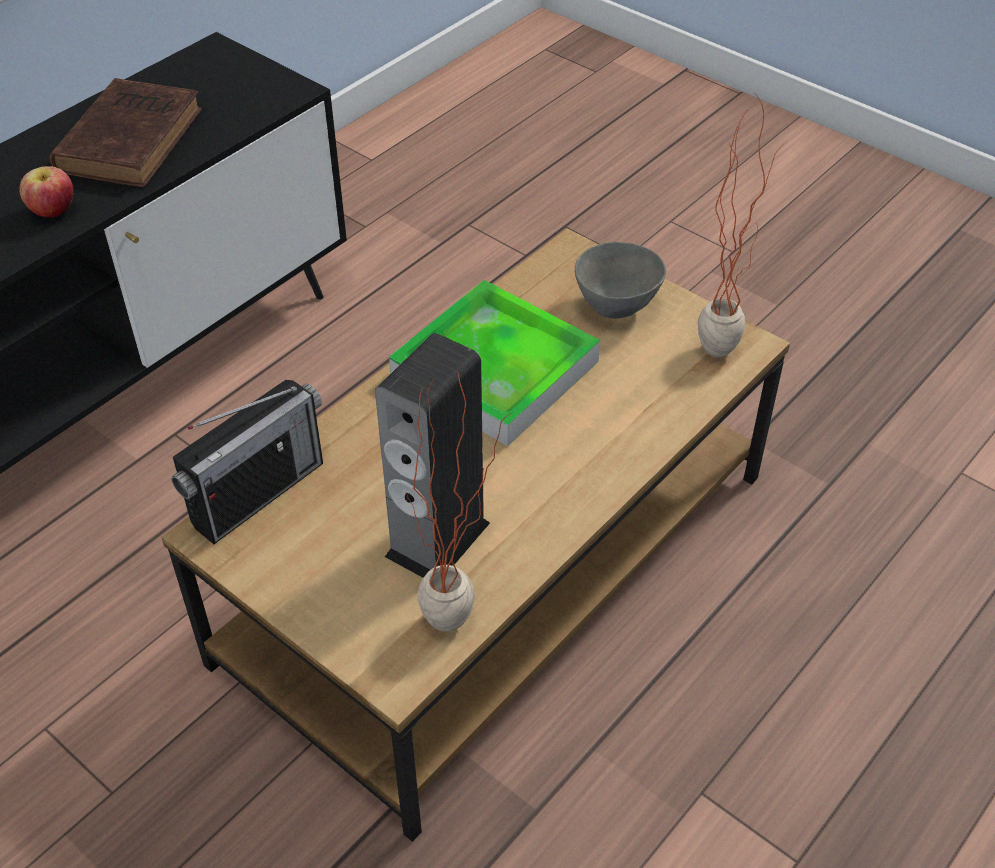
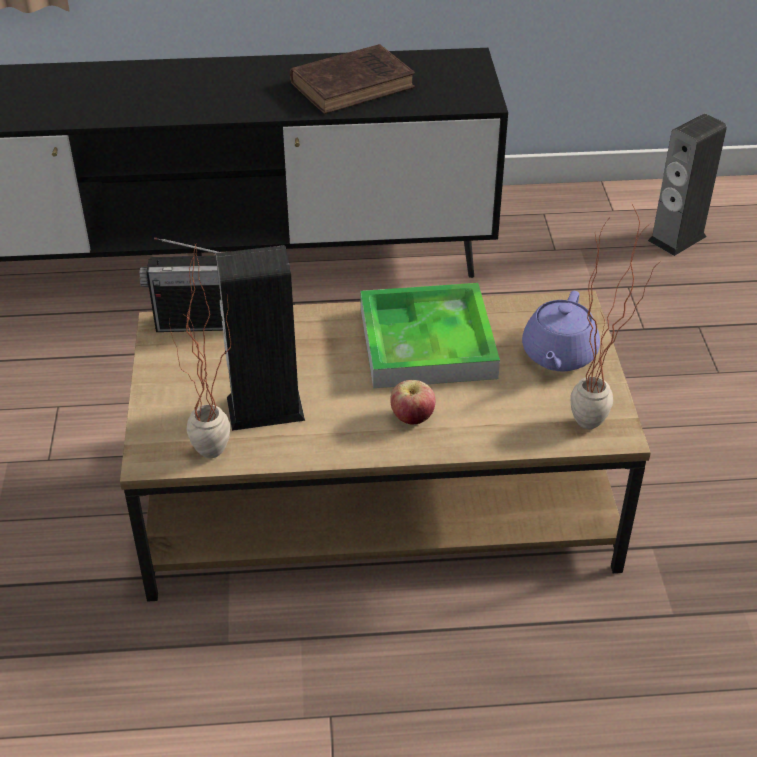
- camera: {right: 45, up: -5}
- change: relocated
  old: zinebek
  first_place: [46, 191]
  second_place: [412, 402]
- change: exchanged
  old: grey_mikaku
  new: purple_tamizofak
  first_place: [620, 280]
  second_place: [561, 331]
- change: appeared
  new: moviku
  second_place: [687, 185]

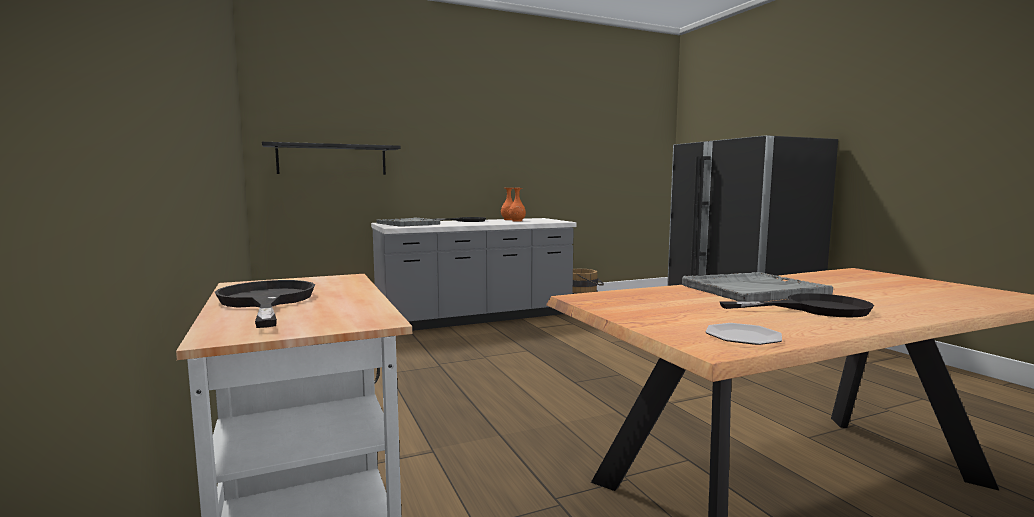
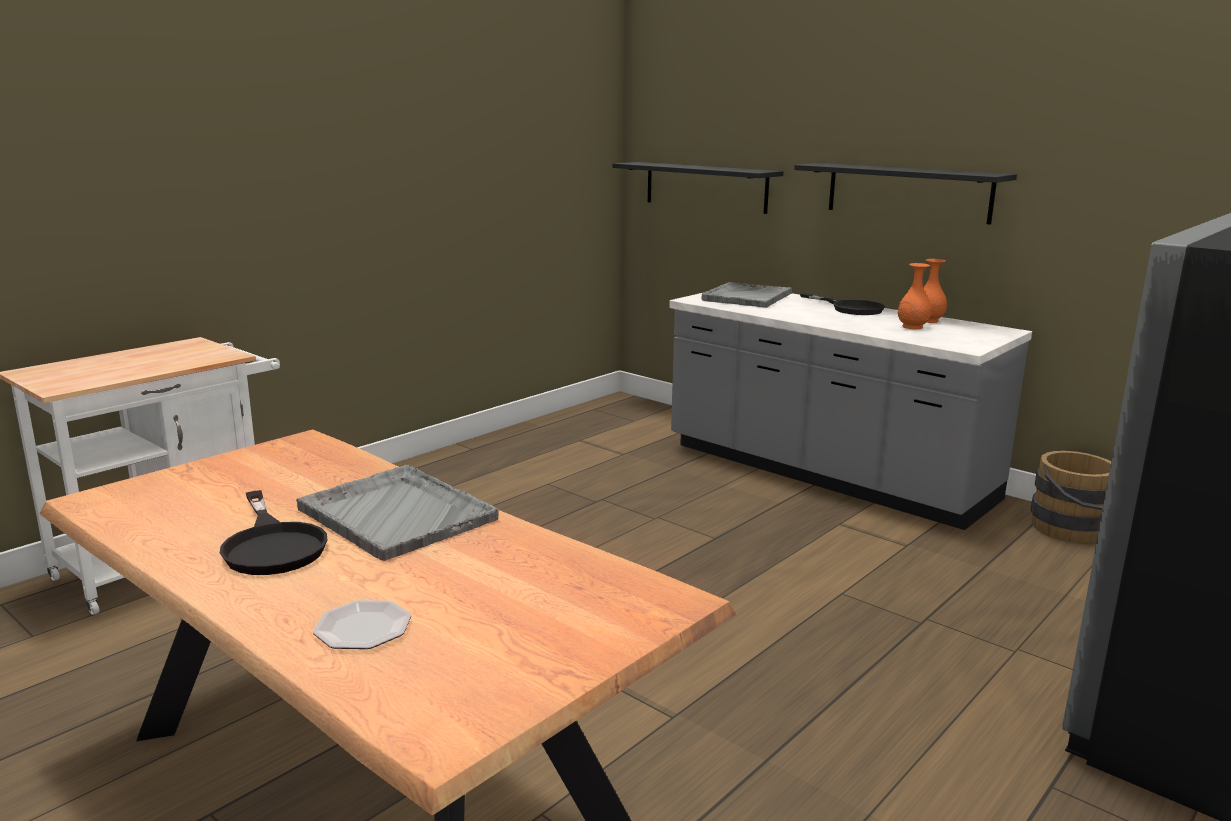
- camera: {right: 65, up: 10}
- change: relocated
  old: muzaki
  first_place: [744, 334]
  second_place: [362, 624]
- change: appeared
  new: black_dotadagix
  second_place: [905, 194]
- change: missing
  old: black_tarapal
  first_place: [265, 304]

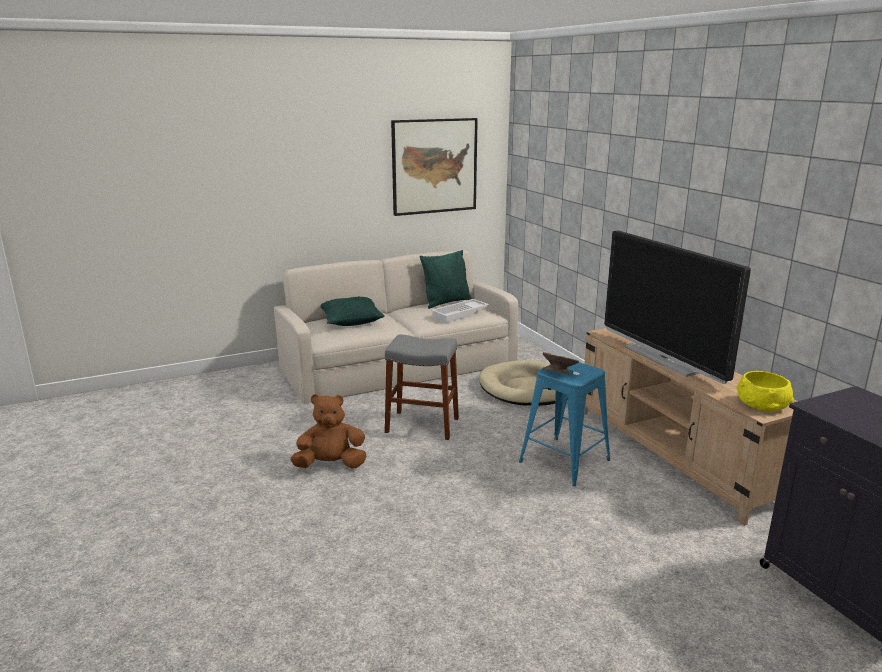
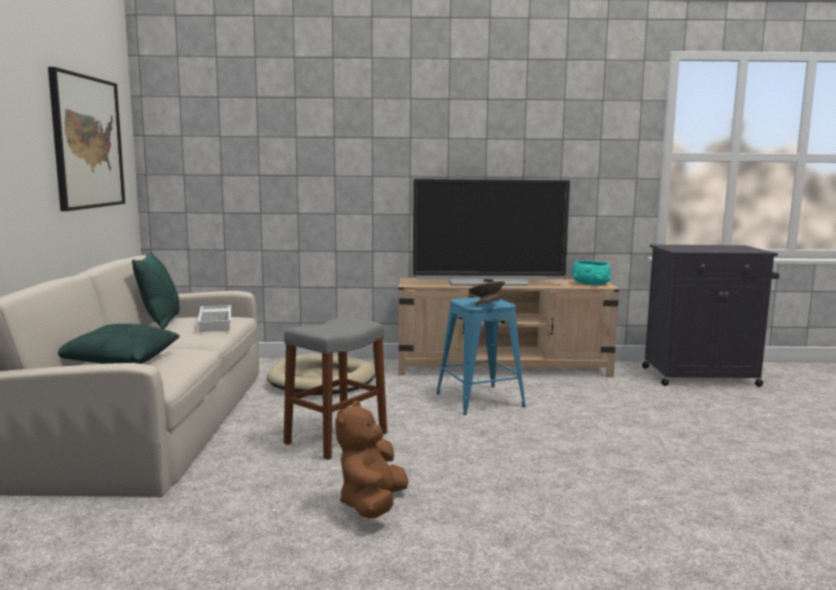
- camera: {right: -65, up: -10}
- change: colour
  old: yellow_mikaku
  new: turquoise_mikaku
  first_place: [765, 391]
  second_place: [591, 273]

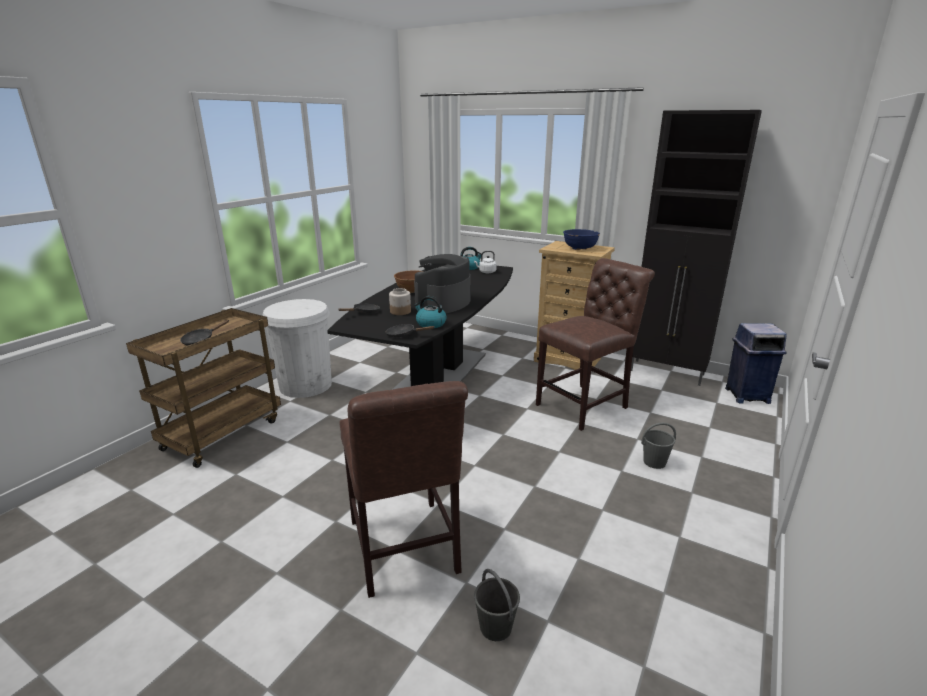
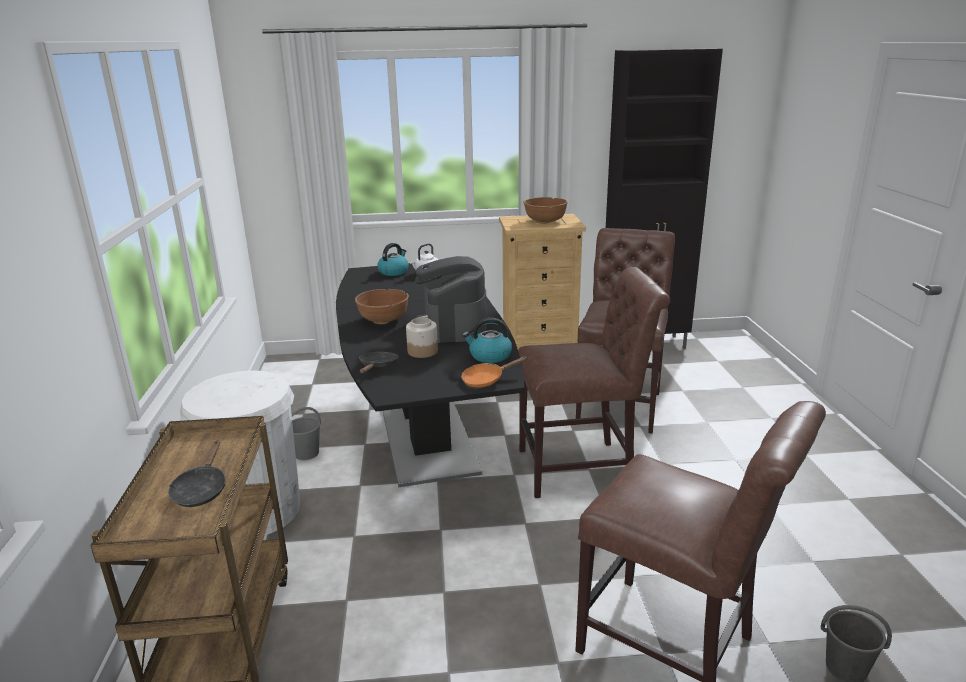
- camera: {right: -35, up: 0}
- change: relocated
  old: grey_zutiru
  first_place: [658, 445]
  second_place: [306, 433]
- change: colour
  old: black_tarapal
  new: orange_tarapal
  first_place: [410, 331]
  second_place: [494, 372]
- change: appeared
  new: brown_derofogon
  second_place: [594, 382]
- change: colour
  old: blue_mikaku
  new: brown_mikaku
  first_place: [581, 239]
  second_place: [546, 210]
- change: missing
  old: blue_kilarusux
  first_place: [756, 363]

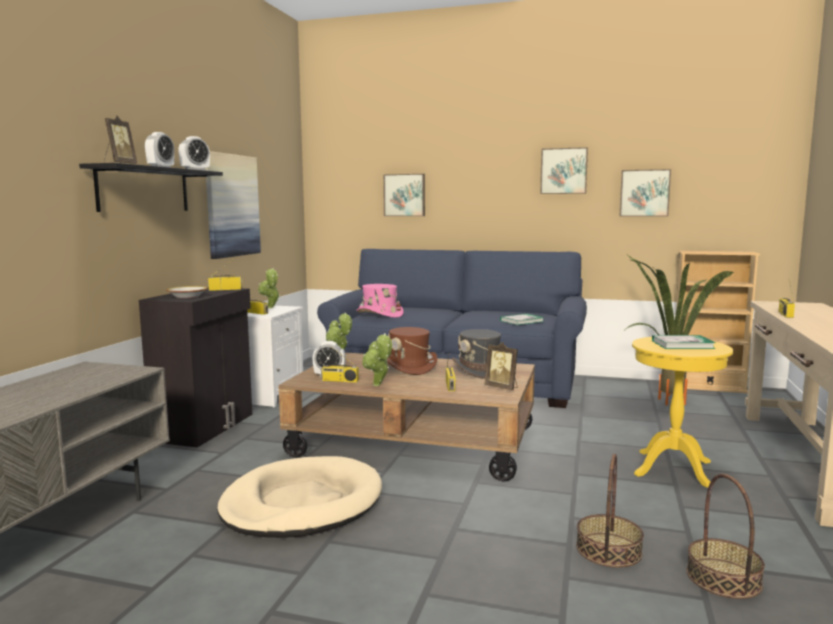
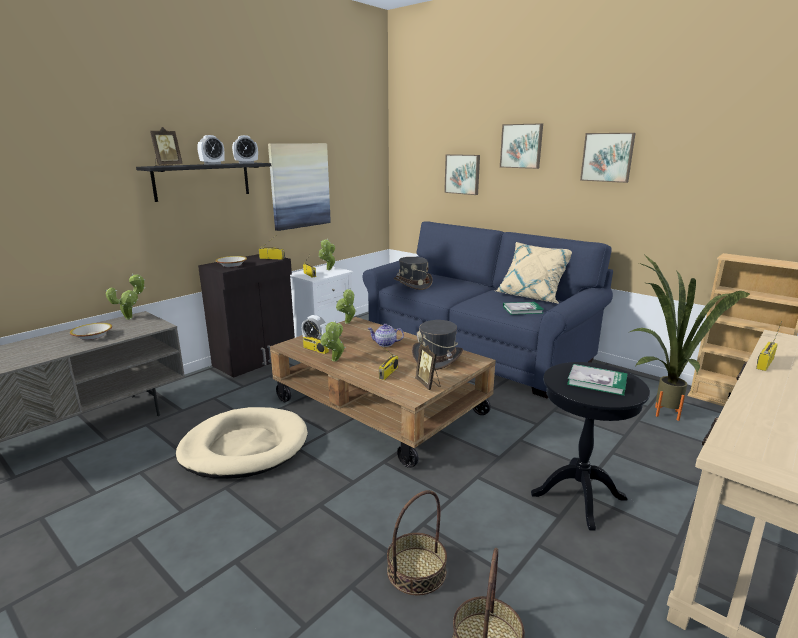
- camera: {right: 25, up: 10}
- change: appeared
  new: mikaku
  second_place: [91, 331]
- change: appeared
  new: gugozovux
  second_place: [125, 297]
- change: exchanged
  old: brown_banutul
  new: tamizofak
  first_place: [412, 351]
  second_place: [385, 335]
- change: colour
  old: pink_banutul
  new: grey_banutul
  first_place: [380, 301]
  second_place: [413, 273]
- change: appeared
  new: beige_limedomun
  second_place: [534, 273]
- change: relocated
  old: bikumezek
  first_place: [645, 193]
  second_place: [521, 146]
- change: colour
  old: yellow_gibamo
  new: black_gibamo
  first_place: [682, 412]
  second_place: [590, 446]

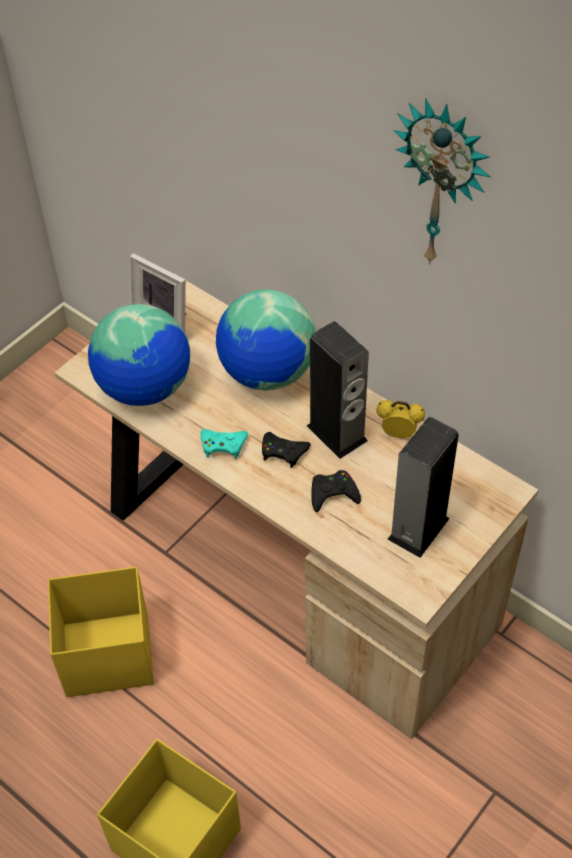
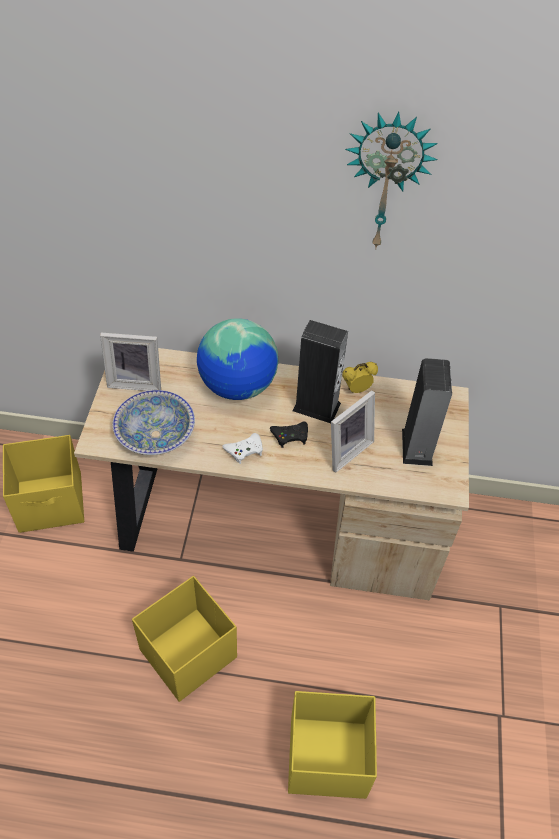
- camera: {right: -35, up: 0}
- change: appeared
  new: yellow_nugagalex
  second_place: [43, 484]
- change: exchanged
  old: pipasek
  new: mikaku
  first_place: [139, 355]
  second_place: [154, 422]
- change: colour
  old: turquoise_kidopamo
  new: white_kidopamo
  first_place: [224, 444]
  second_place: [242, 448]
- change: exchanged
  old: black_kidopamo
  new: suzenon
  first_place: [336, 491]
  second_place: [353, 431]

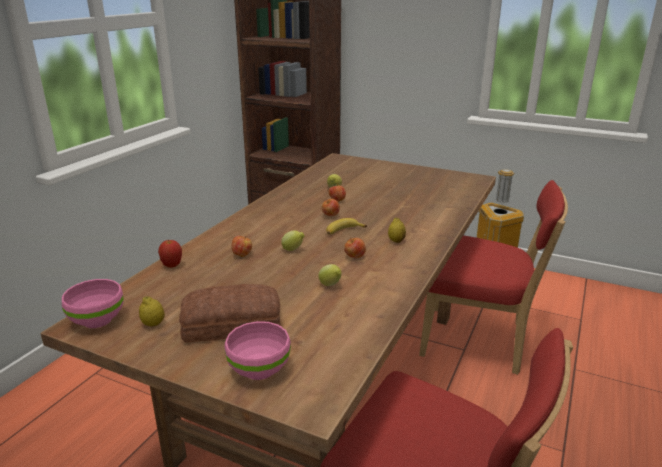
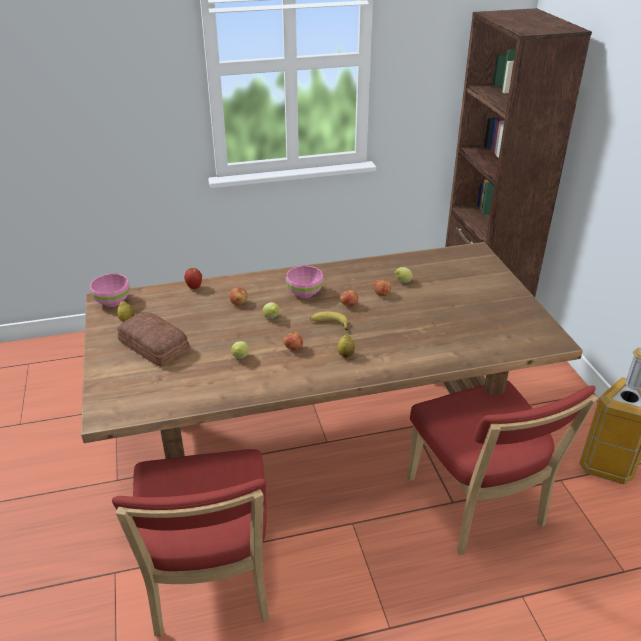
- camera: {right: 50, up: 10}
- change: relocated
  old: pink_mikaku
  first_place: [257, 350]
  second_place: [305, 281]

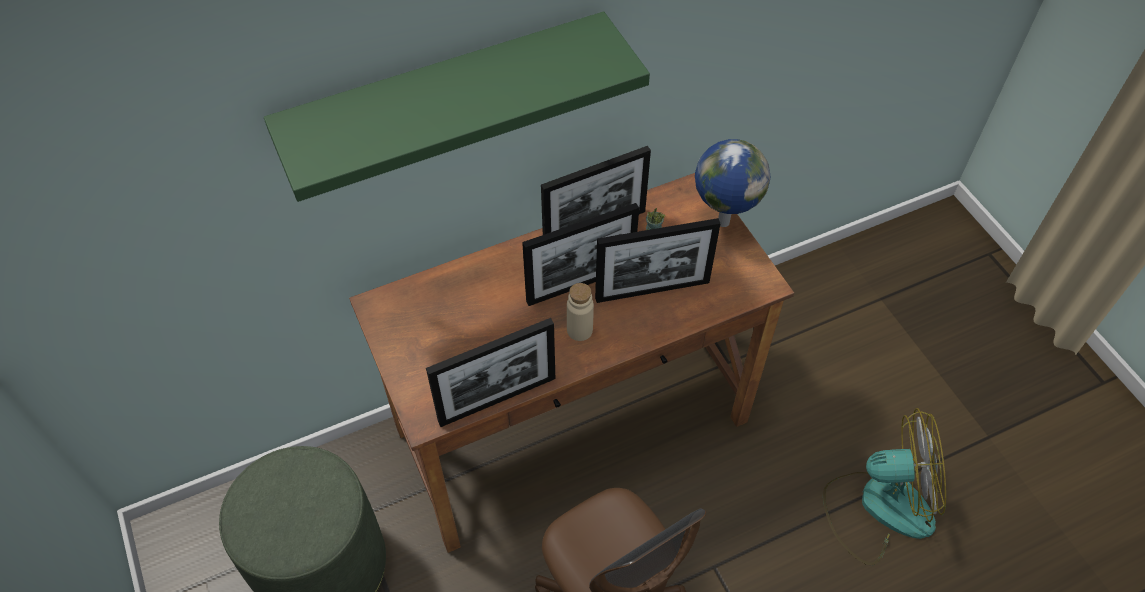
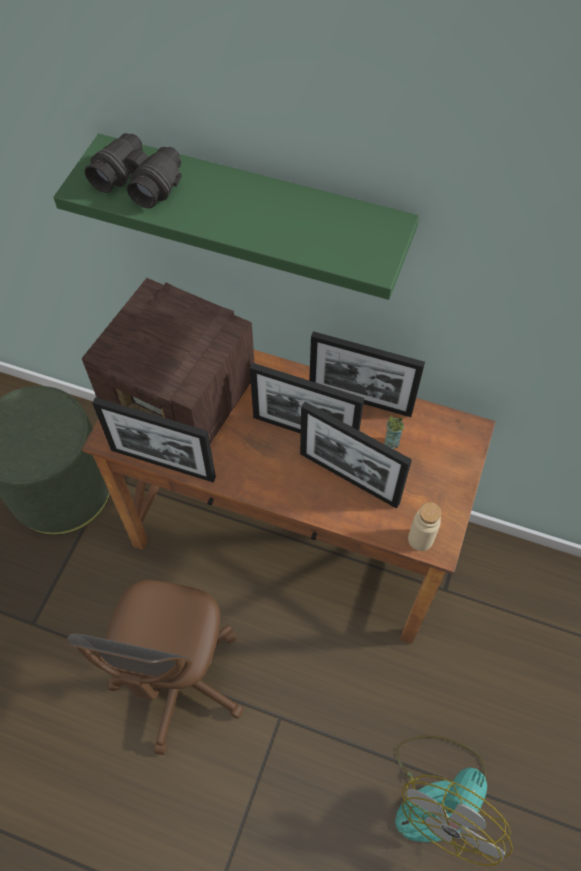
- camera: {right: 45, up: 5}
- change: appeared
  new: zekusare
  second_place: [168, 360]
- change: appeared
  new: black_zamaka
  second_place: [133, 170]
- change: spun
  old: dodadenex
  first_place: [884, 486]
  second_place: [454, 800]
  degrees: 75
- change: relocated
  old: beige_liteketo
  first_place: [580, 312]
  second_place: [425, 526]
- change: missing
  old: pipasek
  first_place: [732, 183]

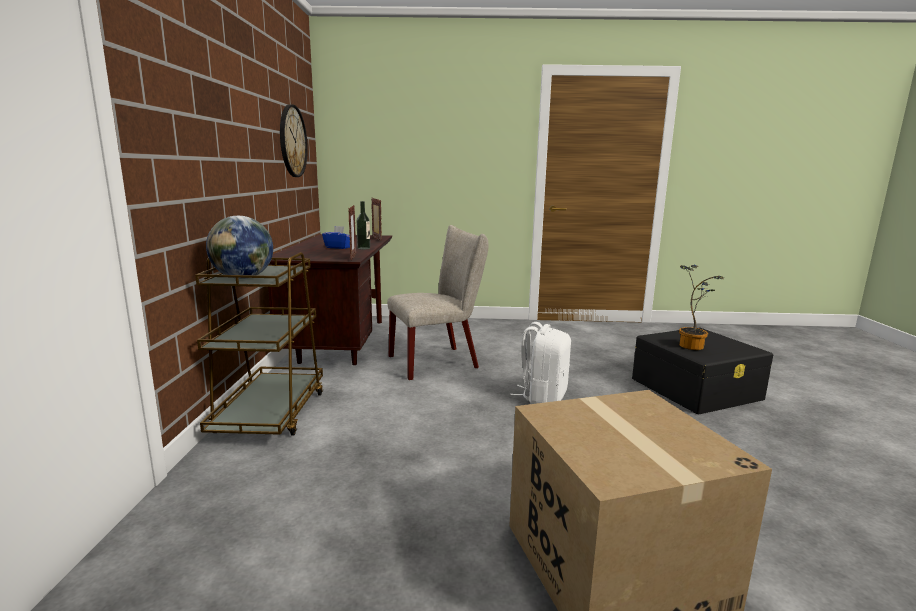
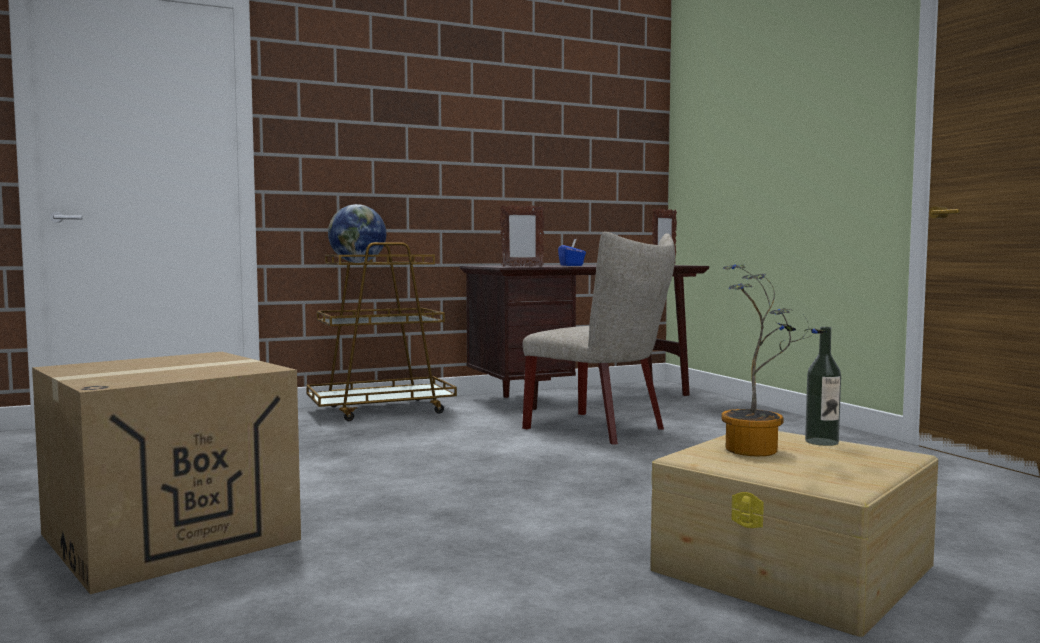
- camera: {right: 65, up: -10}
- change: colour
  old: black_nugagalex
  new: beige_nugagalex
  first_place: [702, 370]
  second_place: [794, 534]
- change: relocated
  old: liteketo
  first_place: [363, 225]
  second_place: [823, 386]
- change: missing
  old: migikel
  first_place: [294, 140]
- change: missing
  old: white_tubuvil
  first_place: [540, 363]

